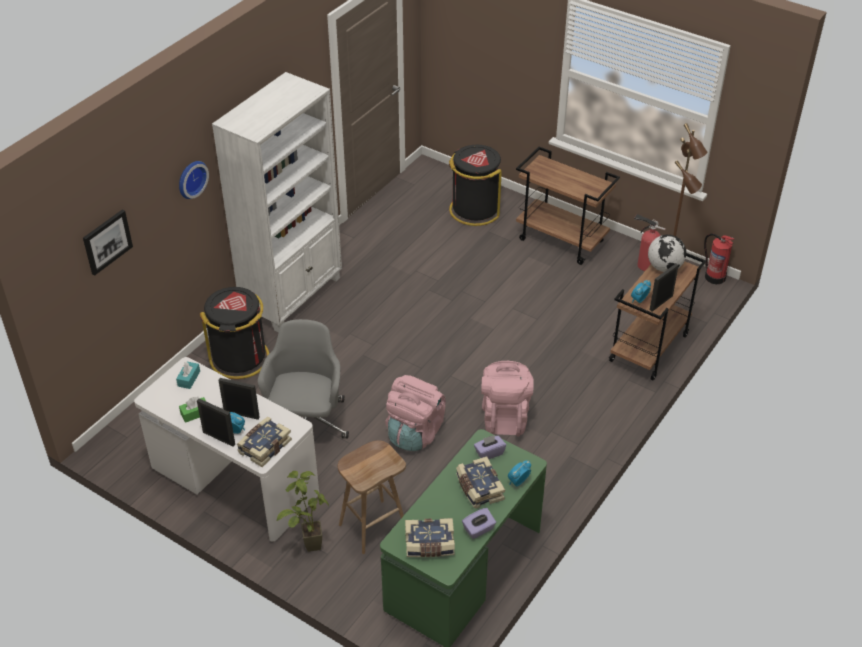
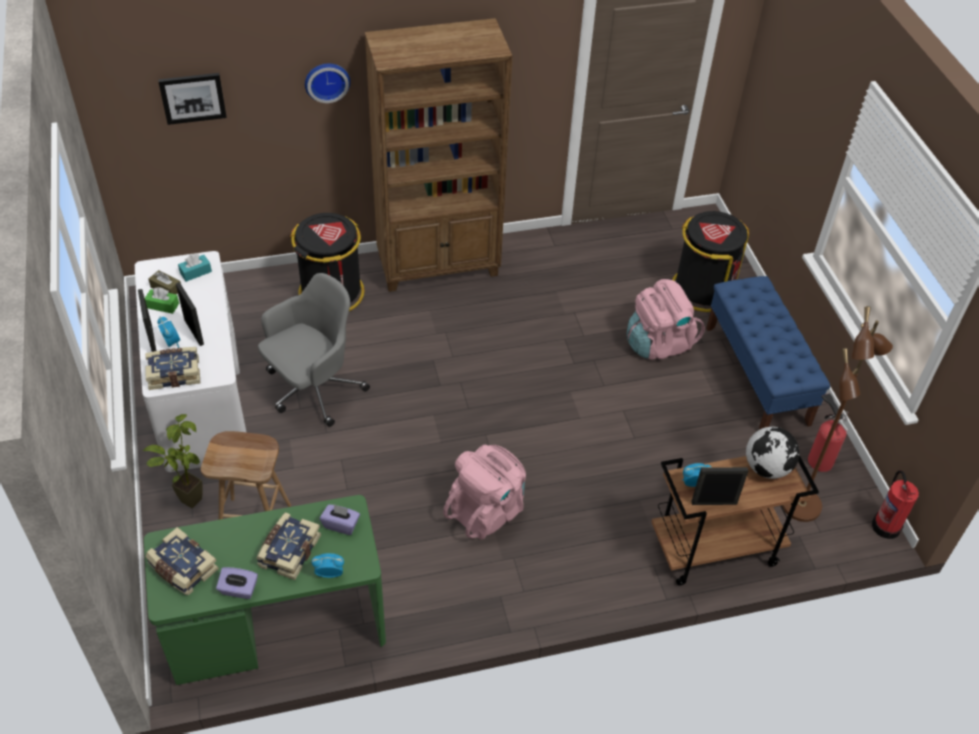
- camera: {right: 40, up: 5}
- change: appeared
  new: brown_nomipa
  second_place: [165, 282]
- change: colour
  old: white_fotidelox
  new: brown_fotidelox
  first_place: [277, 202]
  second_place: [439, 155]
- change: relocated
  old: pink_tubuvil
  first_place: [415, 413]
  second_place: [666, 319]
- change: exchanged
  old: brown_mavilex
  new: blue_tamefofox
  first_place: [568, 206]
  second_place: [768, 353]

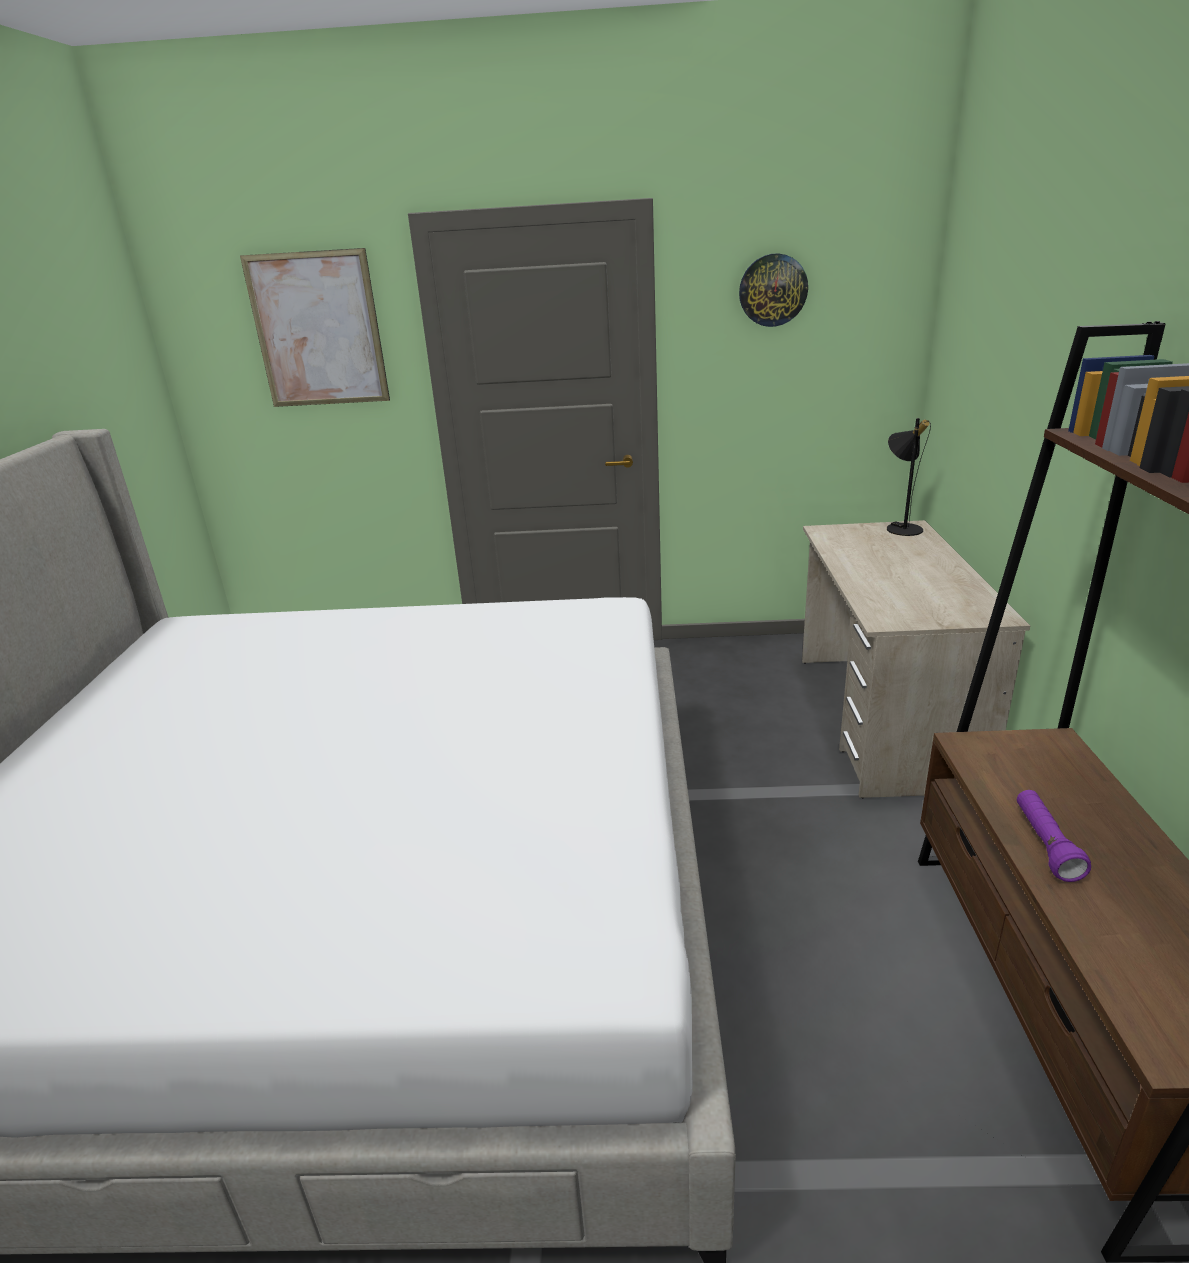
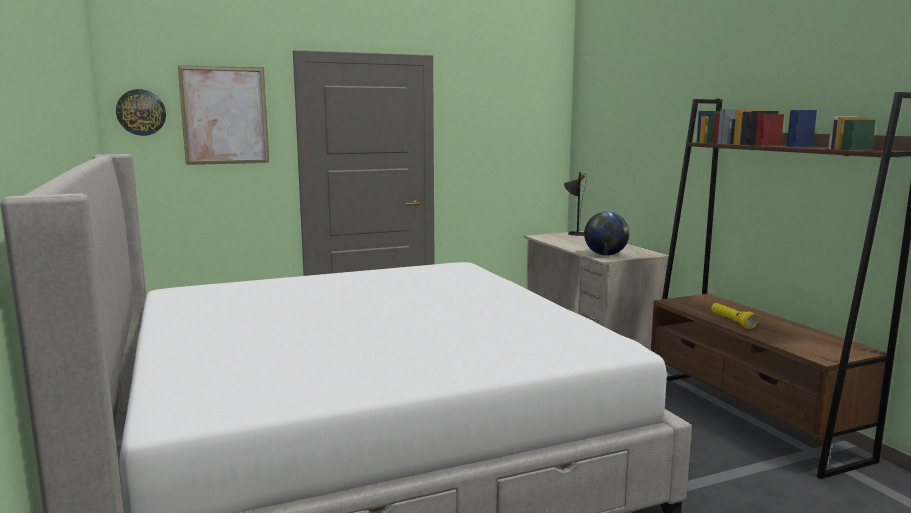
- camera: {right: -25, up: -15}
- change: relocated
  old: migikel
  first_place: [773, 290]
  second_place: [141, 112]
- change: appeared
  new: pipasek
  second_place: [606, 234]
- change: colour
  old: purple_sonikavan
  new: yellow_sonikavan
  first_place: [1054, 836]
  second_place: [734, 316]

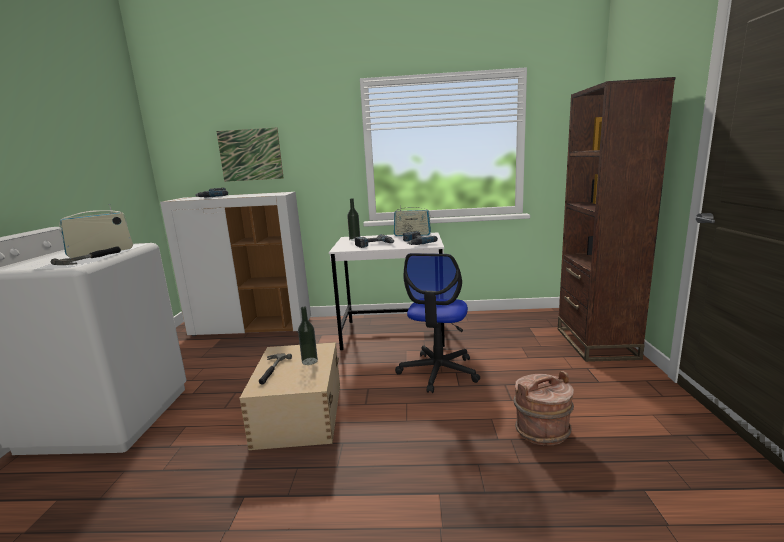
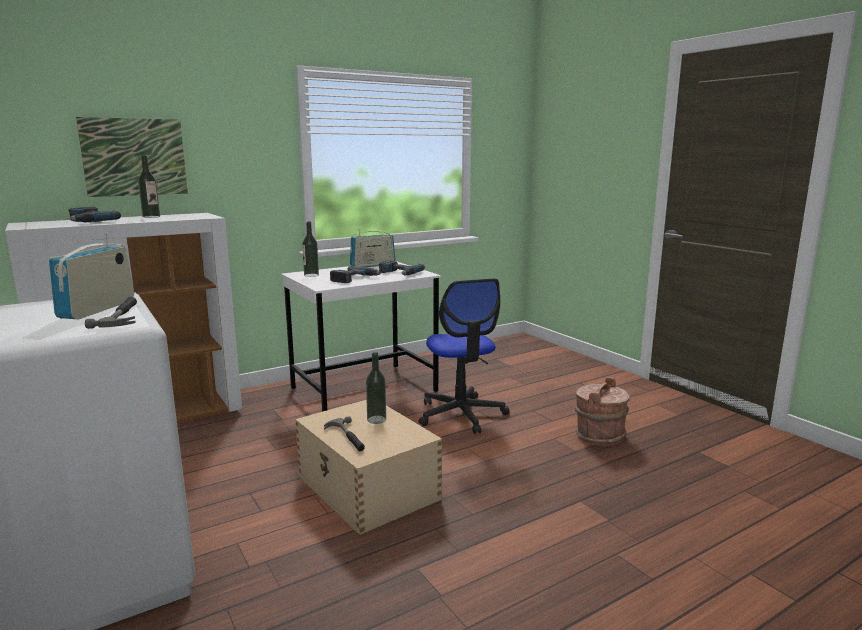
- camera: {right: -35, up: 0}
- change: appeared
  new: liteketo
  second_place: [149, 187]
- change: missing
  old: brown_fotidelox
  first_place: [617, 219]

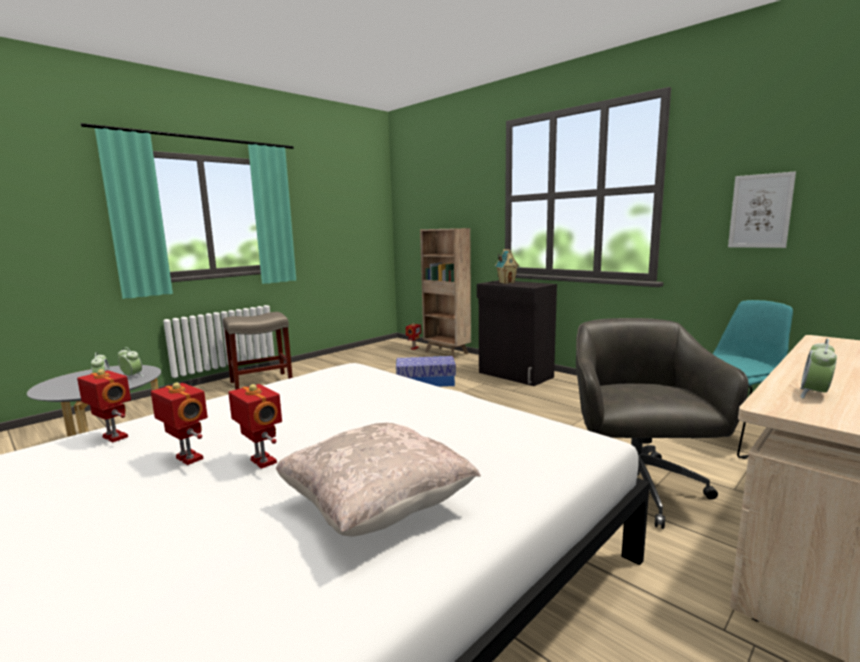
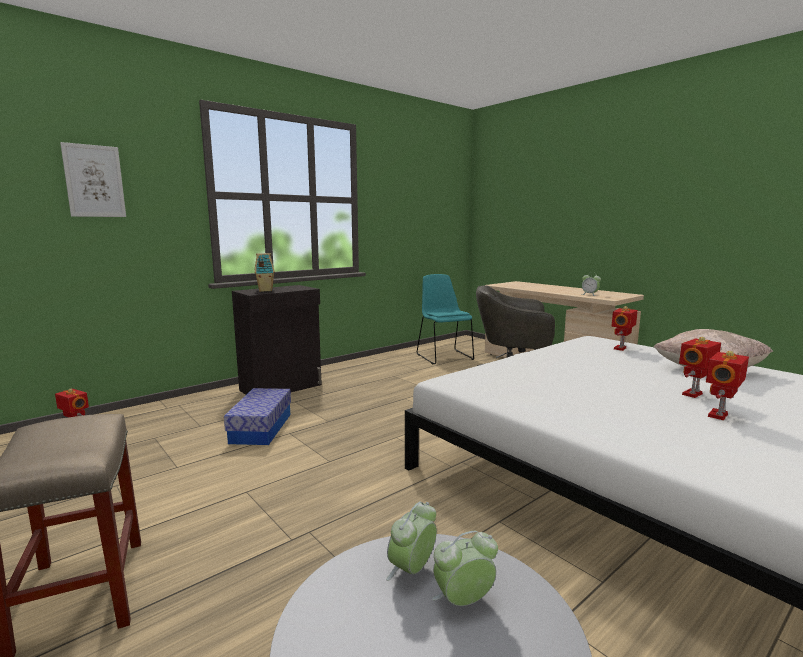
- camera: {right: -85, up: 0}
- change: relocated
  old: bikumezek
  first_place: [762, 209]
  second_place: [93, 179]
- change: relocated
  old: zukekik
  first_place: [104, 405]
  second_place: [625, 328]
- change: missing
  old: brown_fotidelox
  first_place: [445, 293]

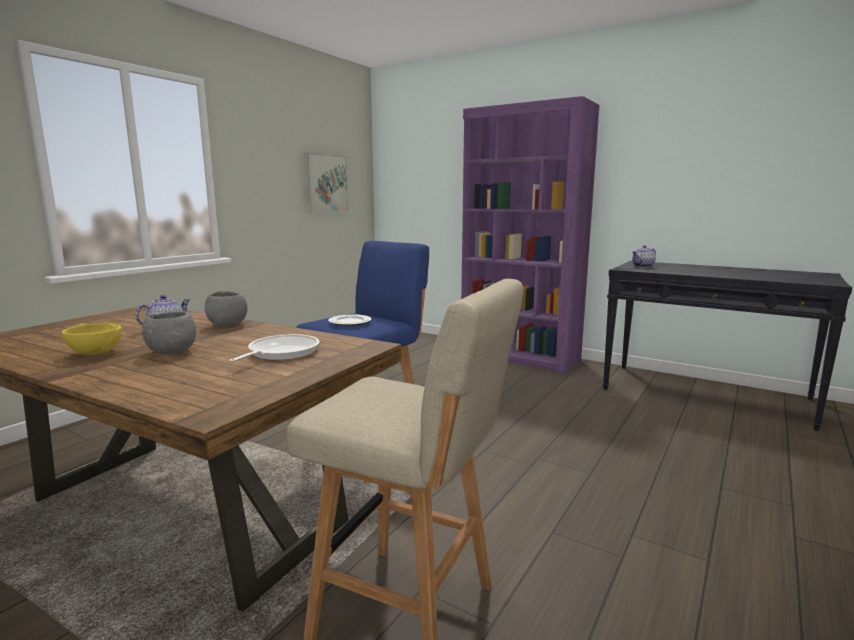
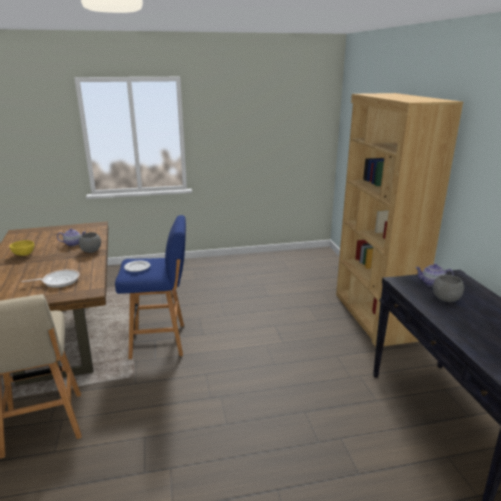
- camera: {right: 45, up: 10}
- change: colour
  old: purple_fotidelox
  new: brown_fotidelox
  first_place: [530, 234]
  second_place: [399, 220]
- change: relocated
  old: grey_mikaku
  first_place: [169, 332]
  second_place: [448, 288]
- change: missing
  old: bikumezek
  first_place: [327, 182]

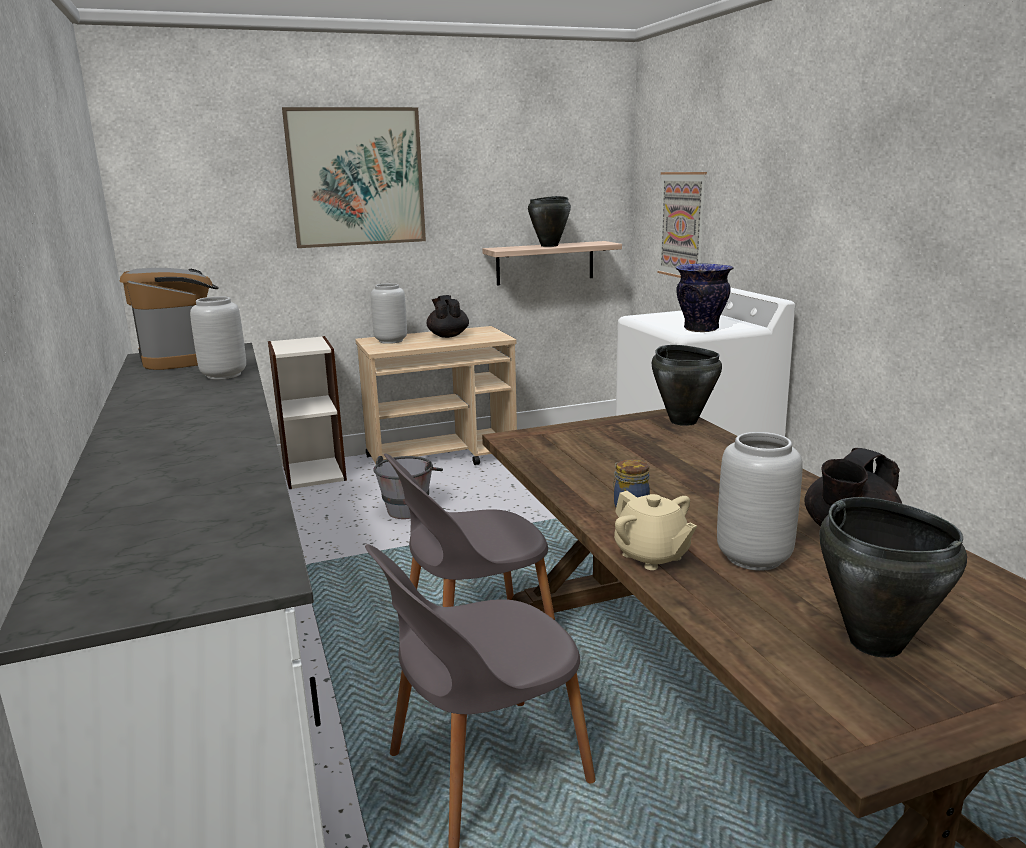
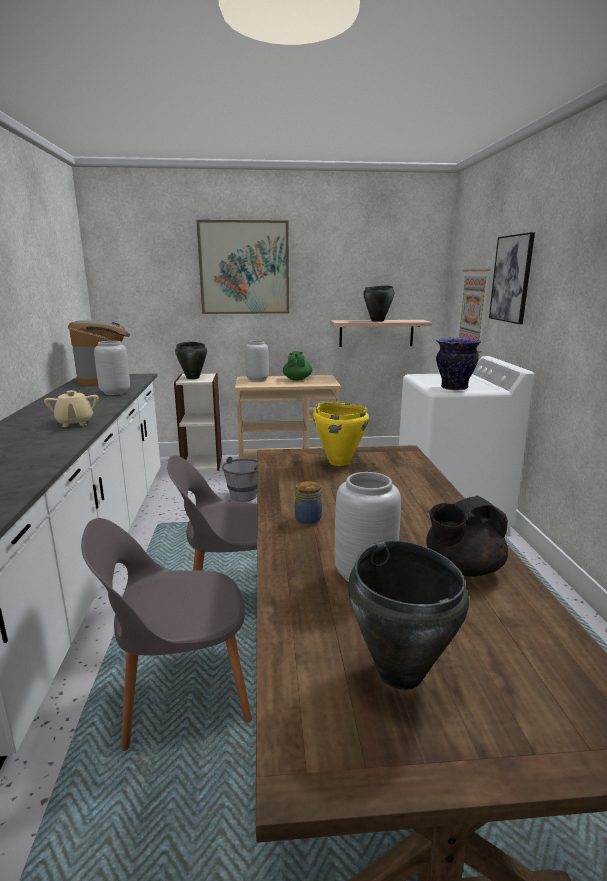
- camera: {right: 15, up: 0}
- change: relocated
  old: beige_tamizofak
  first_place: [655, 530]
  second_place: [71, 408]
- change: relocated
  old: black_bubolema
  first_place: [687, 385]
  second_place: [191, 360]
- change: colour
  old: black_tamizofak
  new: green_tamizofak
  first_place: [448, 316]
  second_place: [297, 366]
- change: appeared
  new: yellow_bubolema
  second_place: [341, 434]
- change: appeared
  new: bikumezek
  second_place: [512, 278]

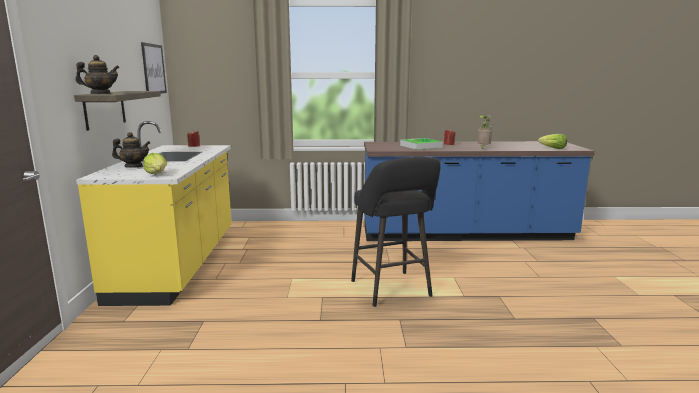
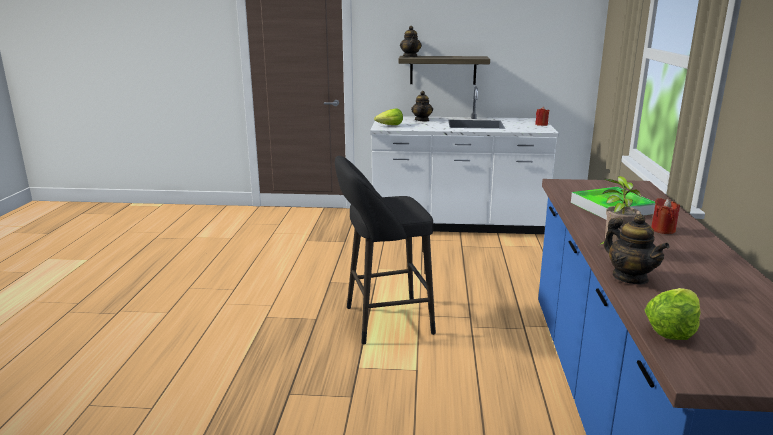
- camera: {right: 95, up: 5}
- change: colour
  old: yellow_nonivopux
  new: white_nonivopux
  first_place: [154, 213]
  second_place: [464, 160]
- change: appeared
  new: tamizofak
  second_place: [637, 249]
- change: missing
  old: bikumezek
  first_place: [154, 68]

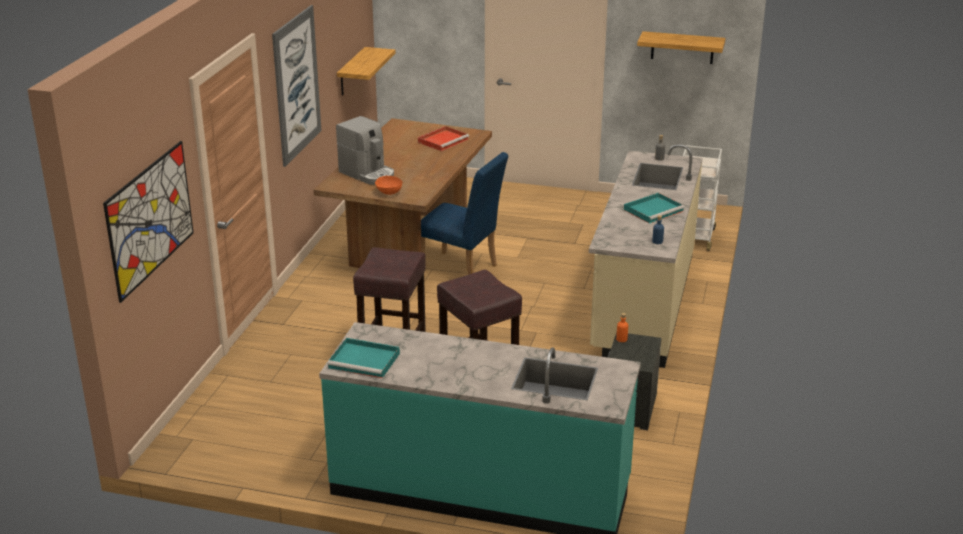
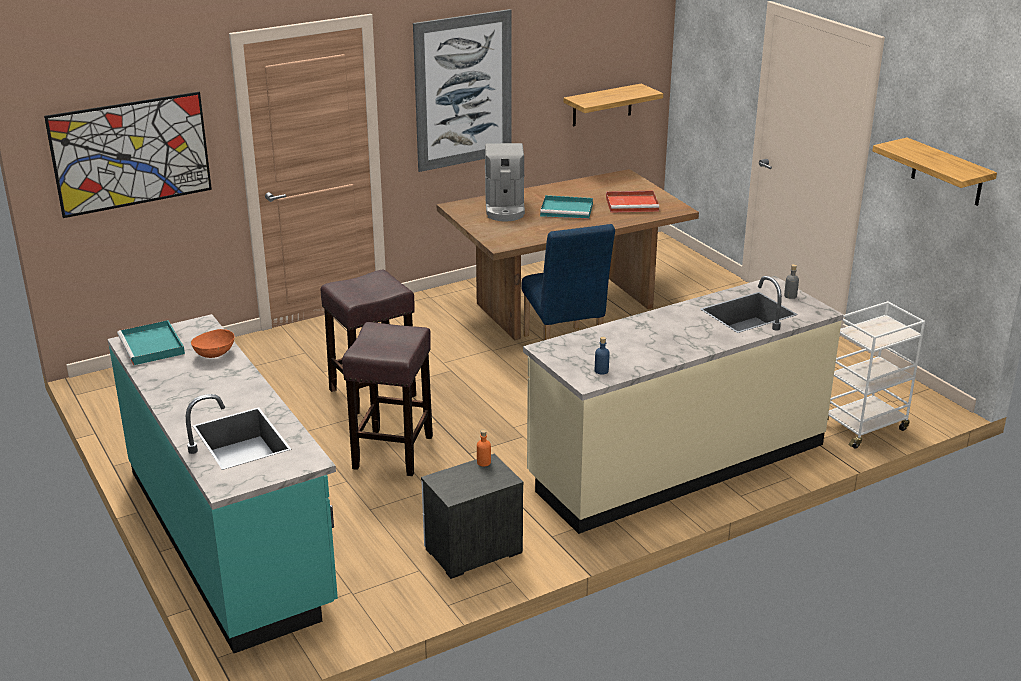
- camera: {right: 45, up: 0}
- change: relocated
  old: orange_mikaku
  first_place: [388, 185]
  second_place: [213, 343]
- change: relocated
  old: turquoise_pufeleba
  first_place: [654, 208]
  second_place: [566, 207]

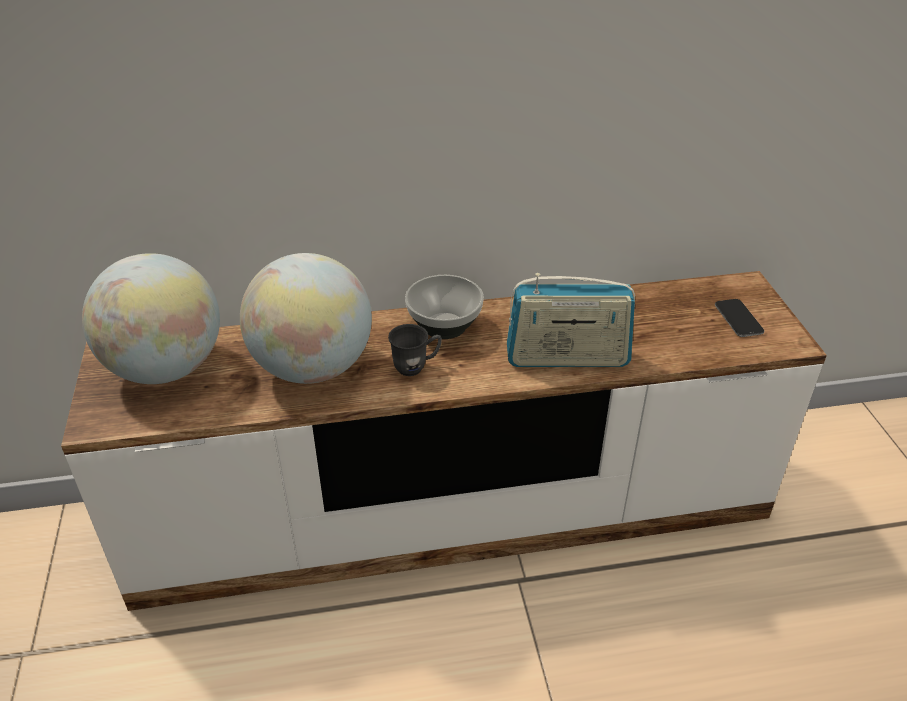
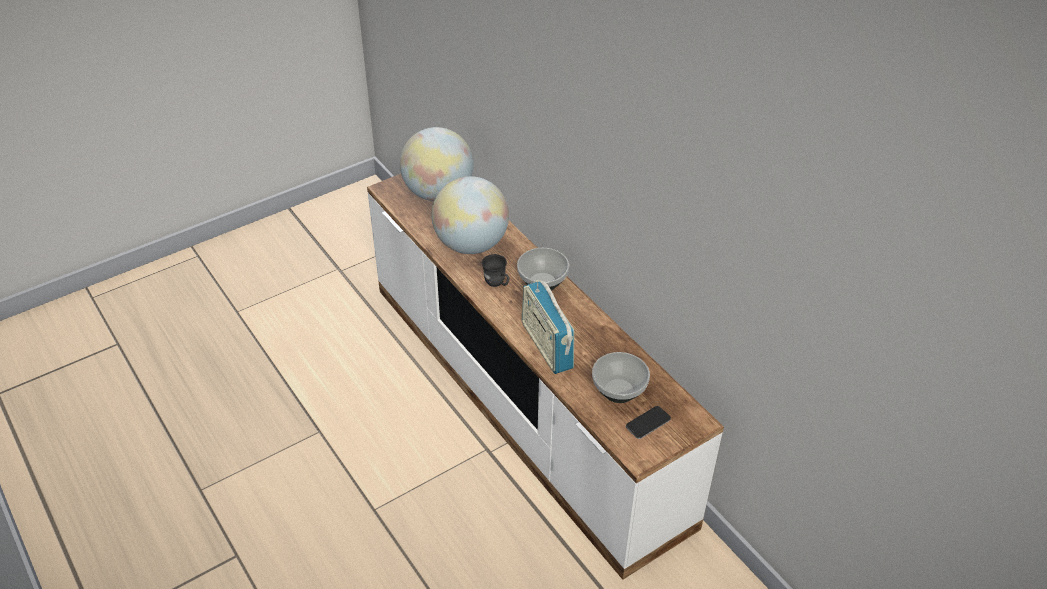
- camera: {right: 65, up: 5}
- change: appeared
  new: mikaku
  second_place: [621, 377]

